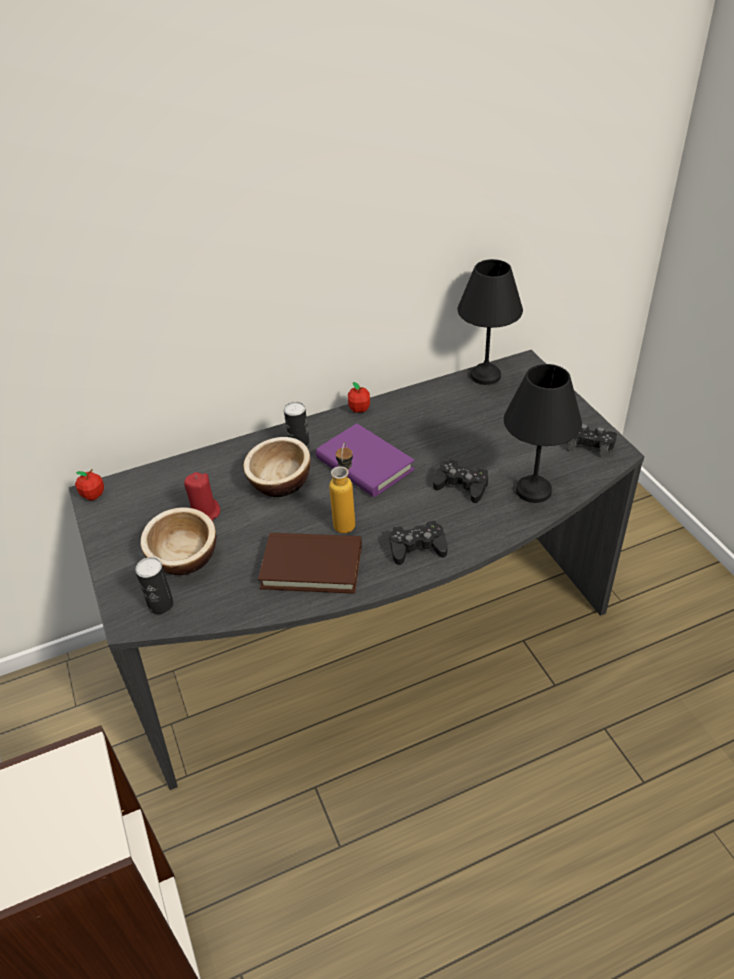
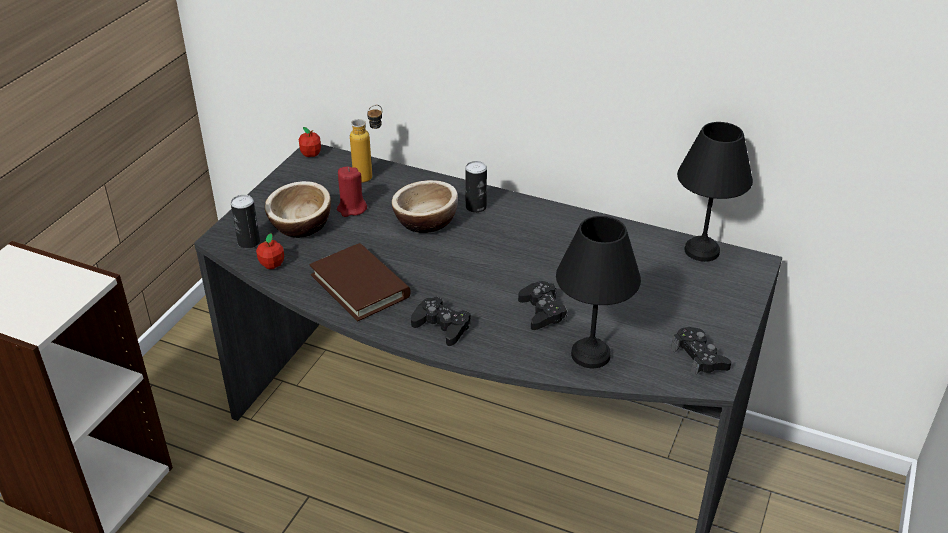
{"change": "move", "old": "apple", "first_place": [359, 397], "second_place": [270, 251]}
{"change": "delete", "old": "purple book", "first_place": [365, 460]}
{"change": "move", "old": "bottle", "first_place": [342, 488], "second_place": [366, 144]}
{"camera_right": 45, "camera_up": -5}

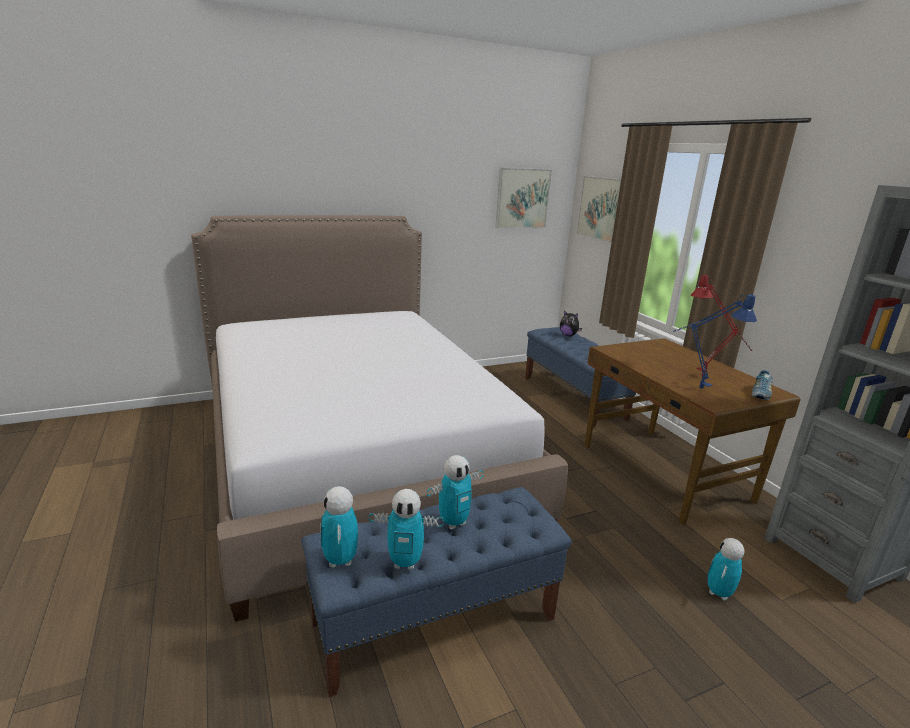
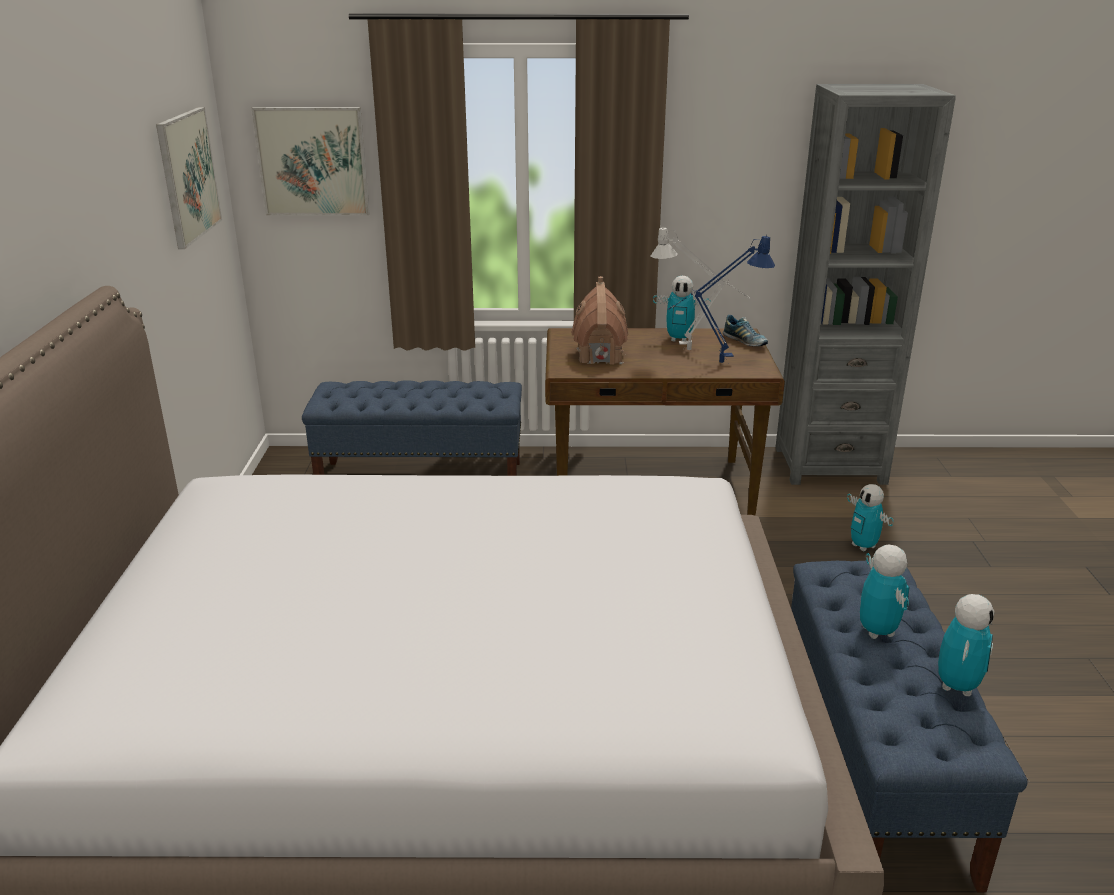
{"change": "recolor", "old": "red table lamp", "new": "grey table lamp", "first_place": [721, 325], "second_place": [700, 289]}
{"change": "delete", "old": "plush toy", "first_place": [571, 323]}
{"change": "move", "old": "toy robot", "first_place": [339, 527], "second_place": [682, 308]}
{"change": "insert", "new": "toy house", "second_place": [600, 320]}
{"camera_right": -65, "camera_up": 5}

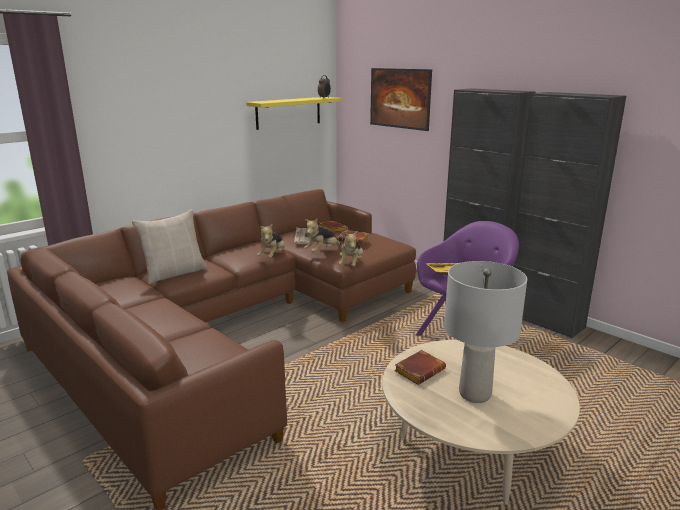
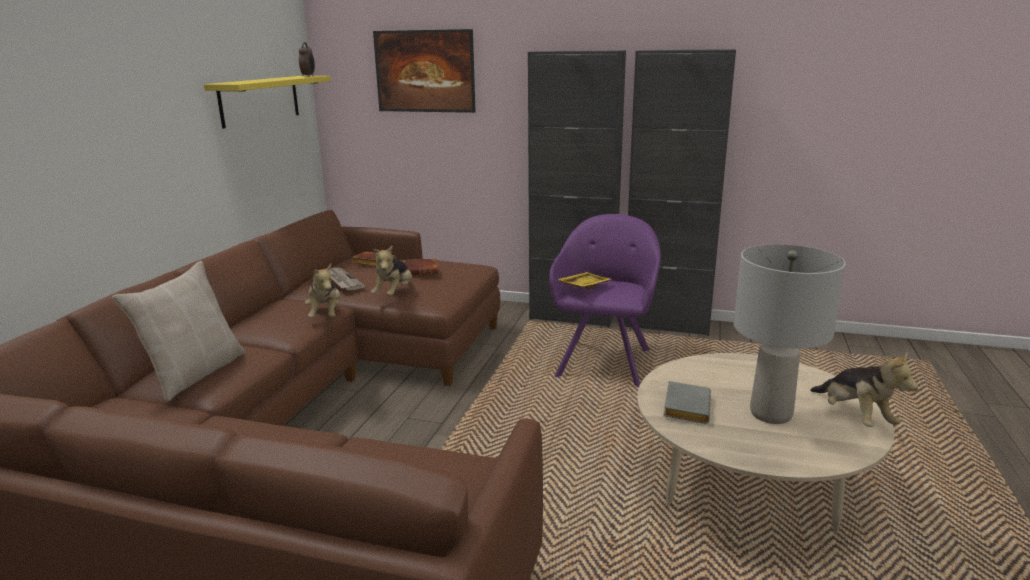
{"change": "move", "old": "plush toy", "first_place": [351, 249], "second_place": [864, 389]}
{"change": "recolor", "old": "brown book", "new": "grey book", "first_place": [420, 367], "second_place": [687, 402]}
{"camera_right": -30, "camera_up": 0}

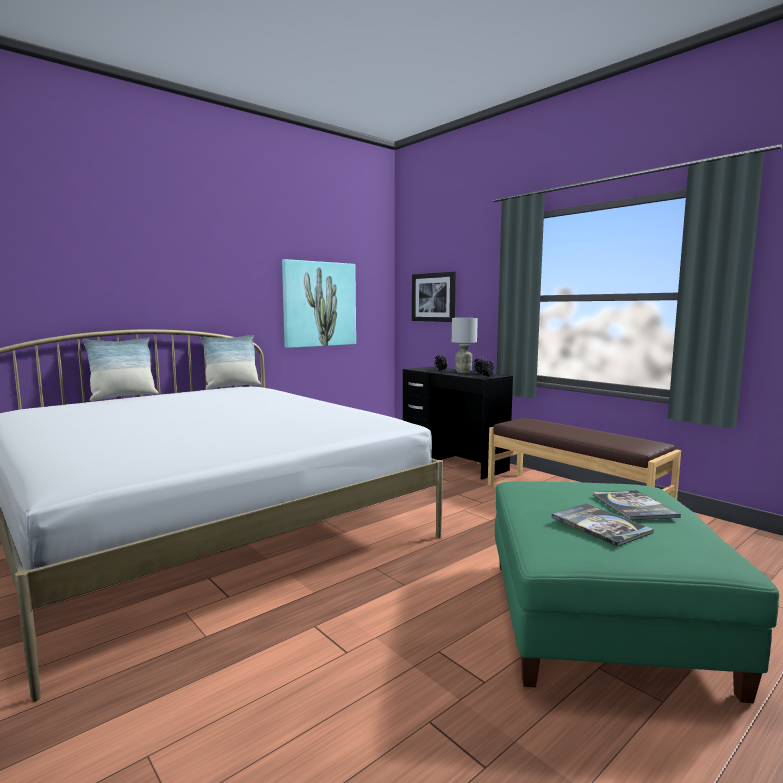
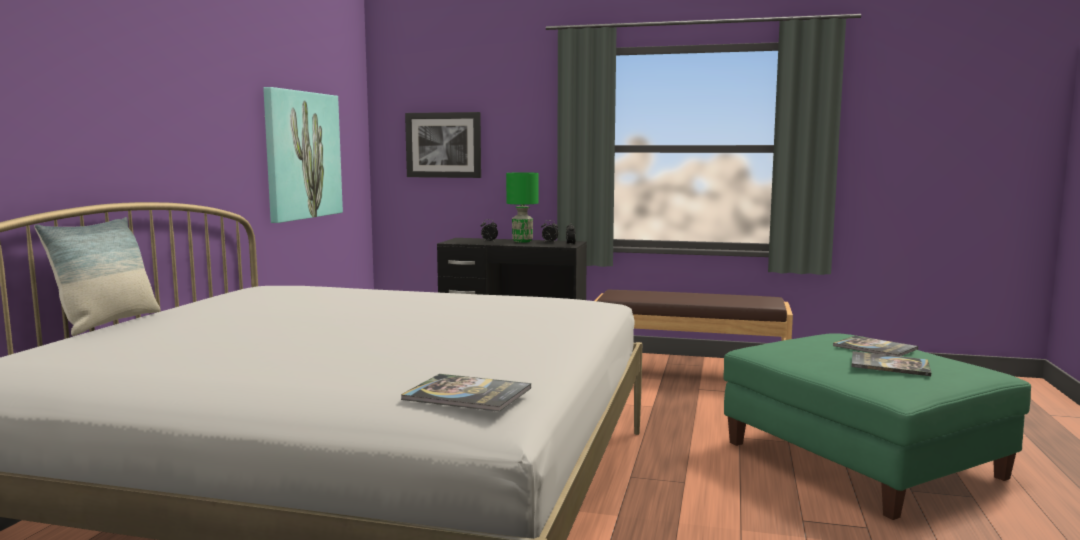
{"change": "recolor", "old": "grey table lamp", "new": "green table lamp", "first_place": [465, 345], "second_place": [522, 207]}
{"change": "delete", "old": "pillow", "first_place": [230, 362]}
{"change": "insert", "new": "book", "second_place": [466, 393]}
{"camera_right": -35, "camera_up": 0}

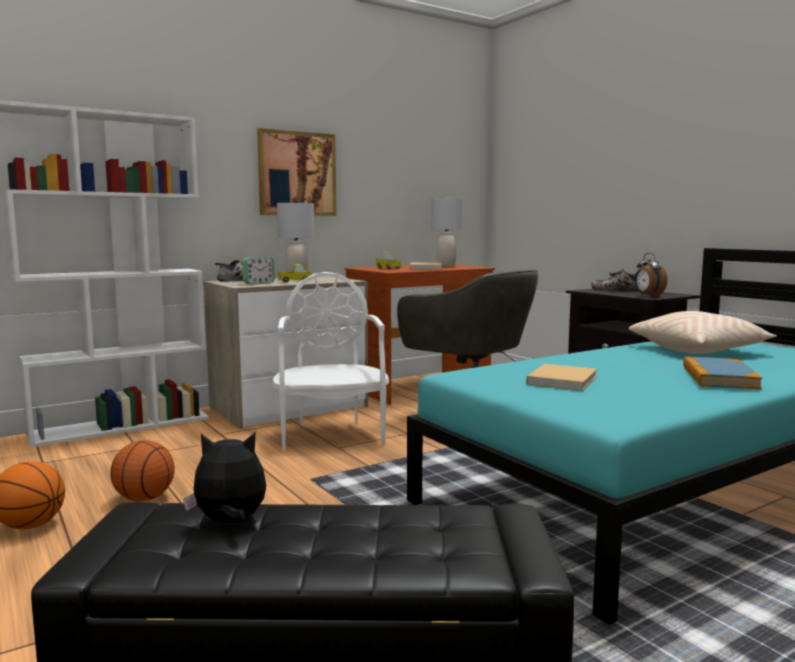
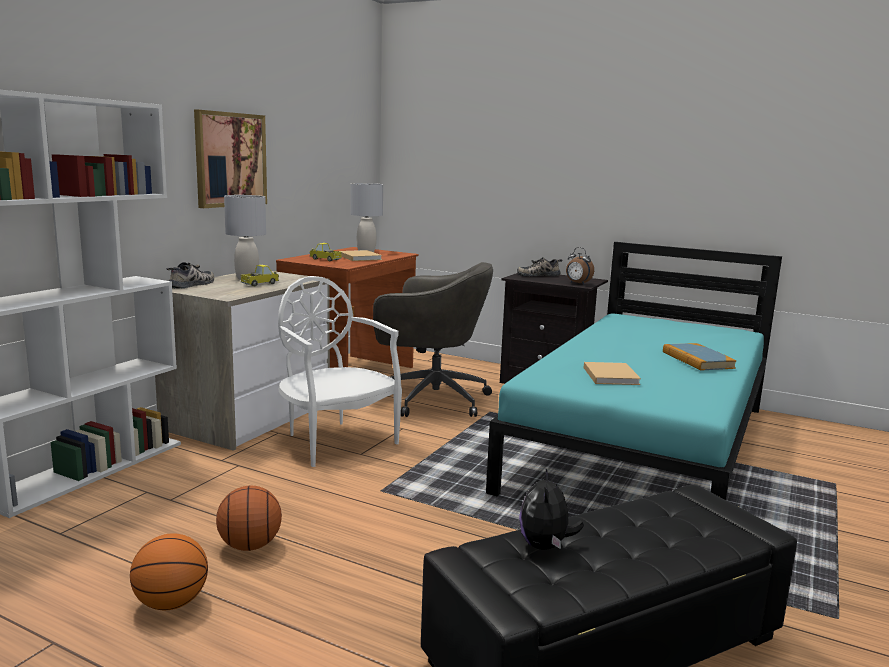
{"change": "delete", "old": "alarm clock", "first_place": [258, 271]}
{"change": "delete", "old": "beige pillow", "first_place": [702, 332]}
{"change": "rotate", "old": "plush toy", "first_place": [224, 477], "second_place": [551, 509], "degrees": -45}
{"camera_right": -30, "camera_up": 5}

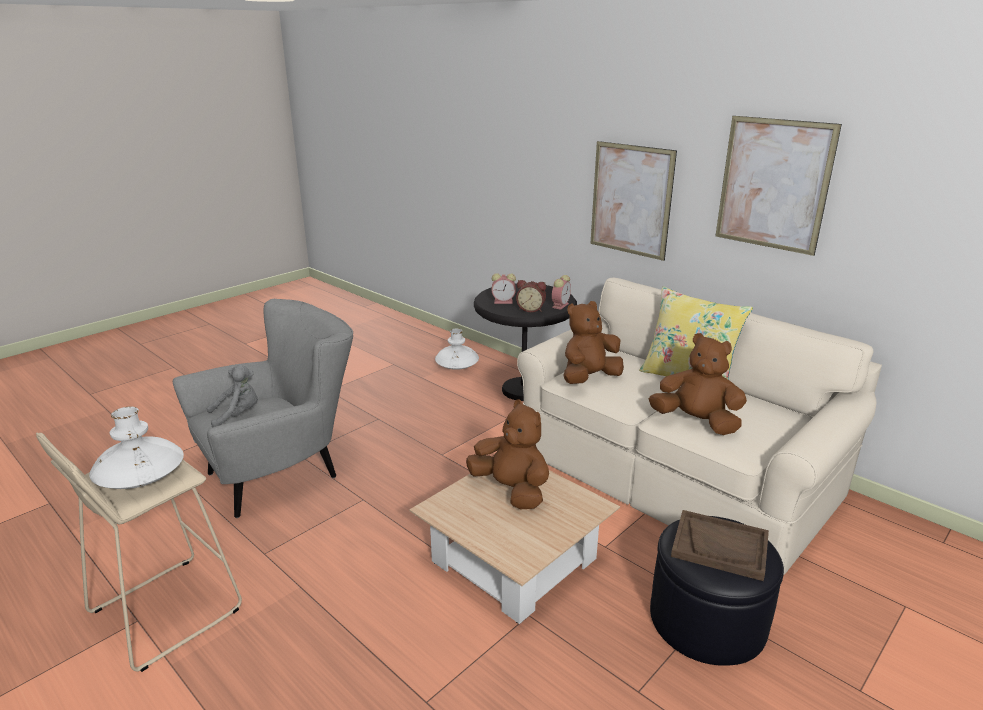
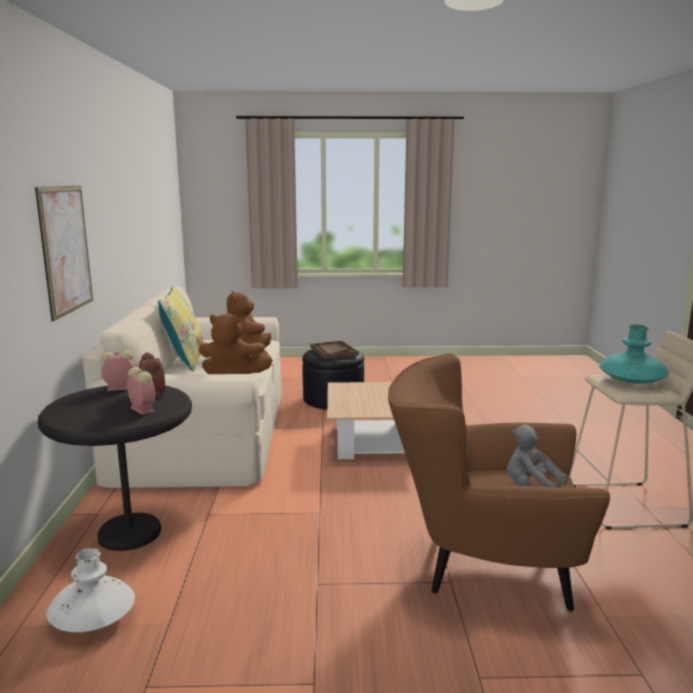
{"change": "delete", "old": "picture", "first_place": [779, 186]}
{"change": "recolor", "old": "grey armchair", "new": "brown armchair", "first_place": [263, 408], "second_place": [499, 482]}
{"change": "delete", "old": "brown plush toy", "first_place": [507, 454]}
{"change": "recolor", "old": "white vase", "new": "turquoise vase", "first_place": [136, 447], "second_place": [634, 354]}
{"camera_right": -135, "camera_up": -10}

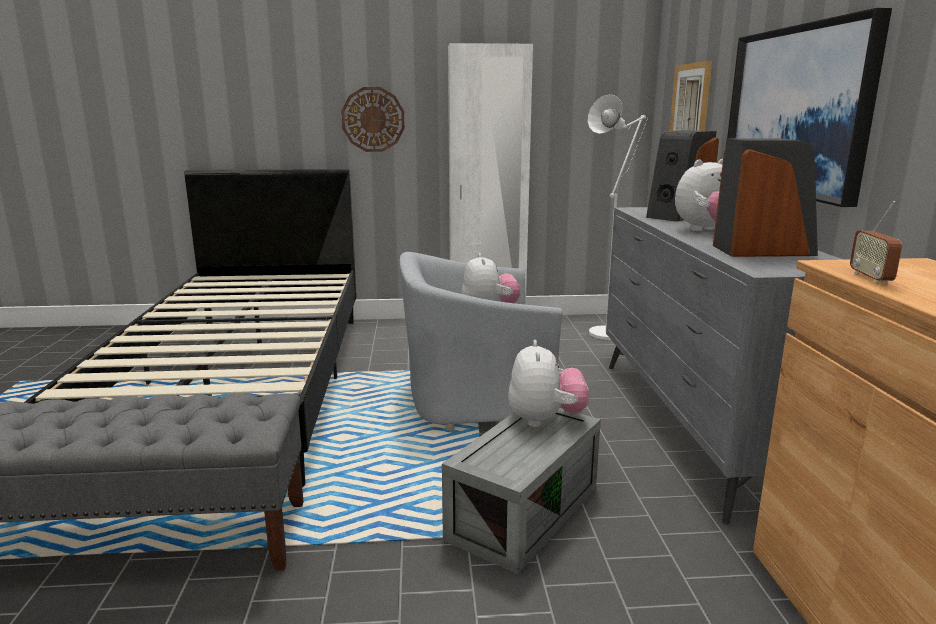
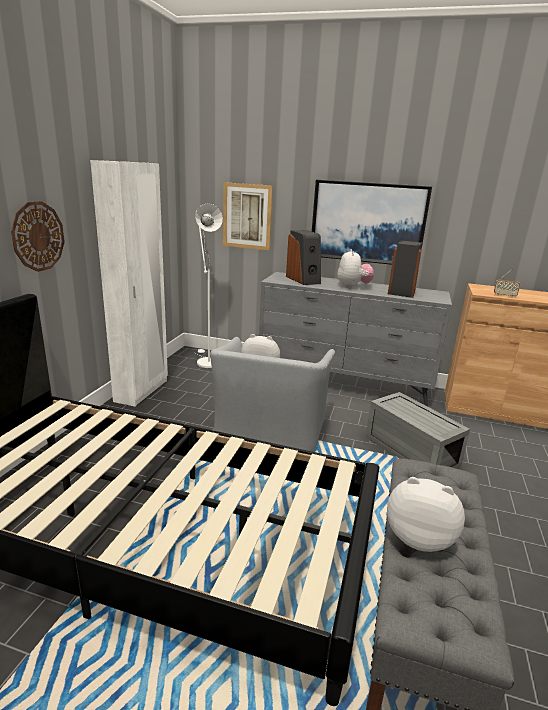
{"change": "move", "old": "plush toy", "first_place": [548, 383], "second_place": [426, 514]}
{"camera_right": -70, "camera_up": 5}

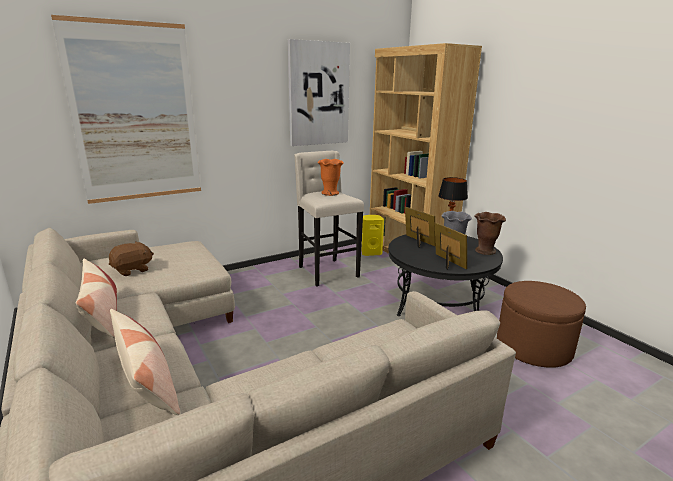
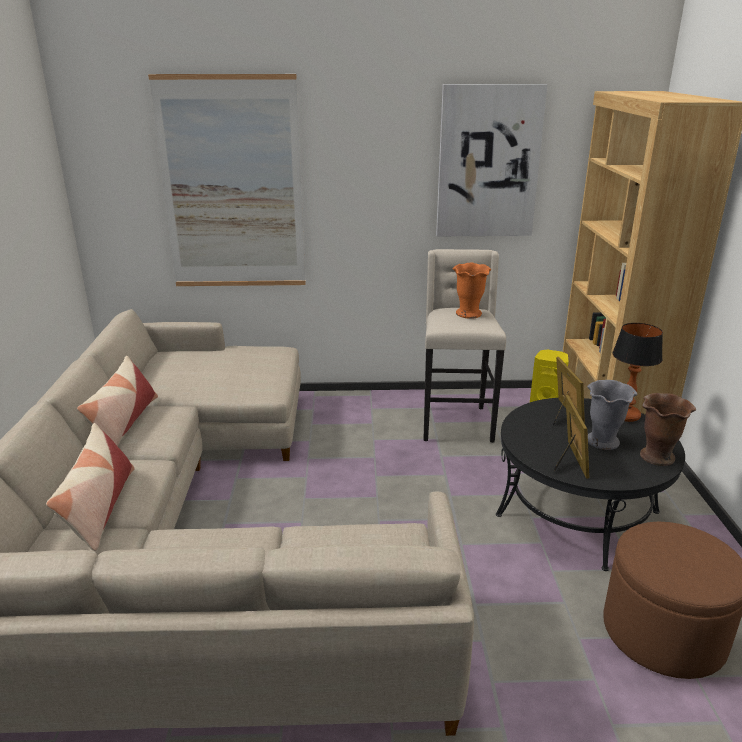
{"change": "delete", "old": "brown plush toy", "first_place": [131, 259]}
{"camera_right": 30, "camera_up": 5}

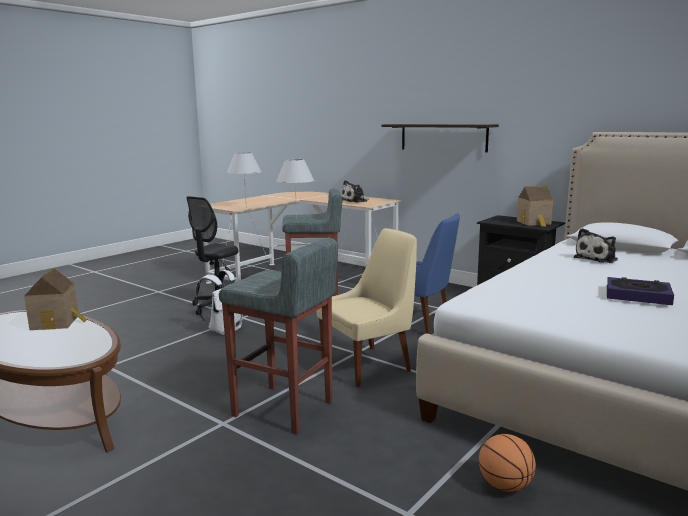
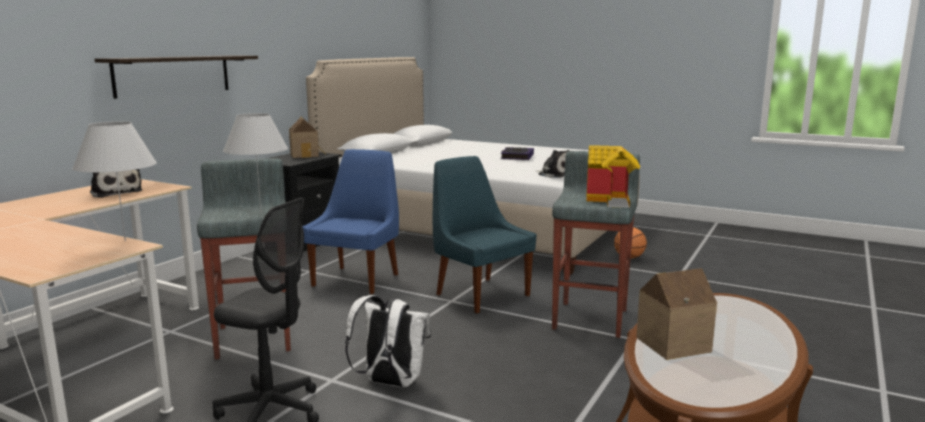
{"change": "recolor", "old": "beige chair", "new": "blue chair", "first_place": [366, 307], "second_place": [484, 234]}
{"change": "move", "old": "plush toy", "first_place": [596, 245], "second_place": [553, 164]}
{"change": "insert", "new": "toy house", "second_place": [613, 176]}
{"camera_right": -100, "camera_up": 0}

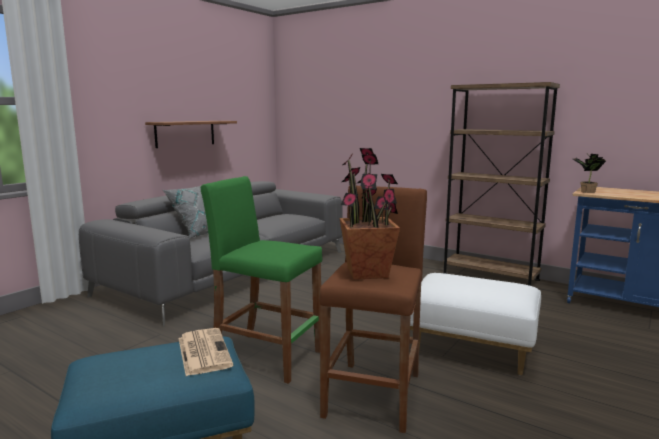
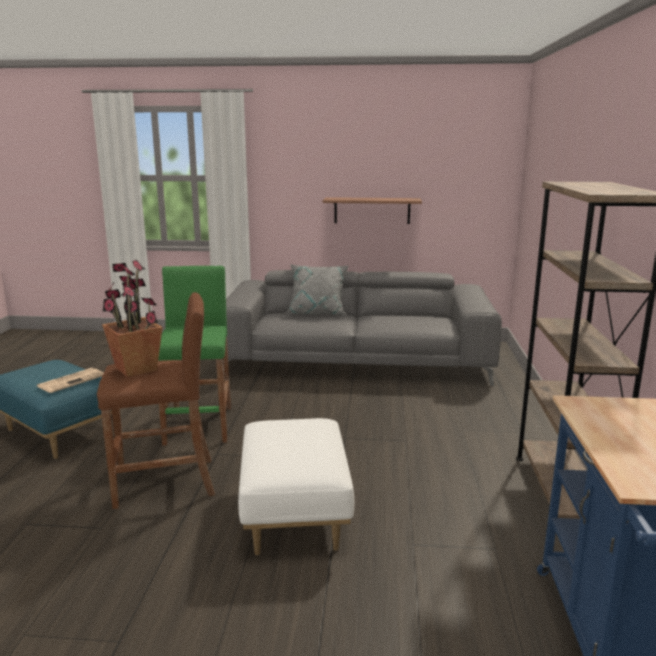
{"change": "delete", "old": "potted plant", "first_place": [589, 173]}
{"camera_right": 60, "camera_up": 5}

